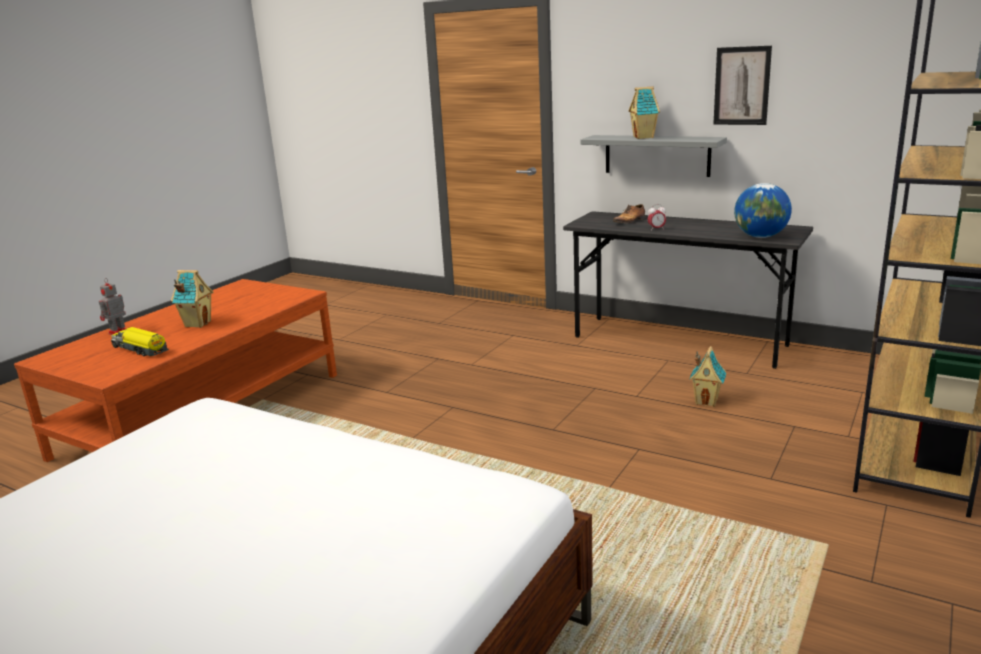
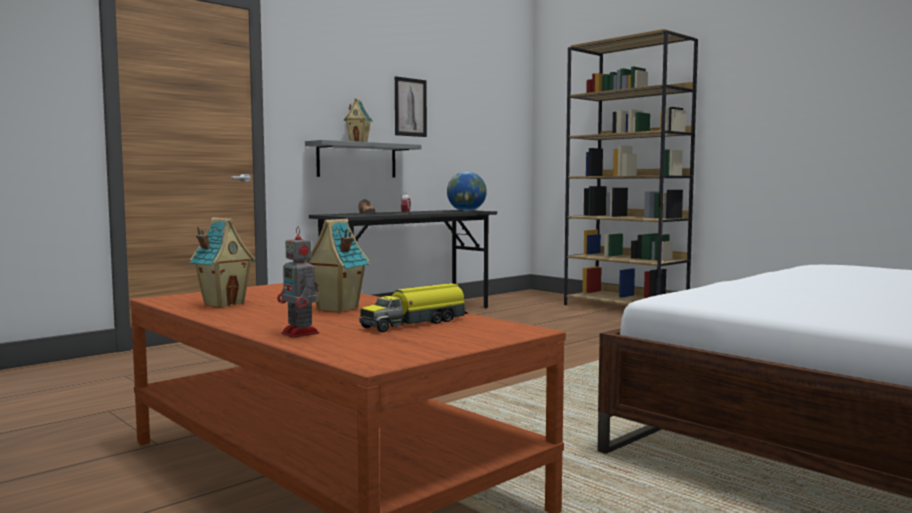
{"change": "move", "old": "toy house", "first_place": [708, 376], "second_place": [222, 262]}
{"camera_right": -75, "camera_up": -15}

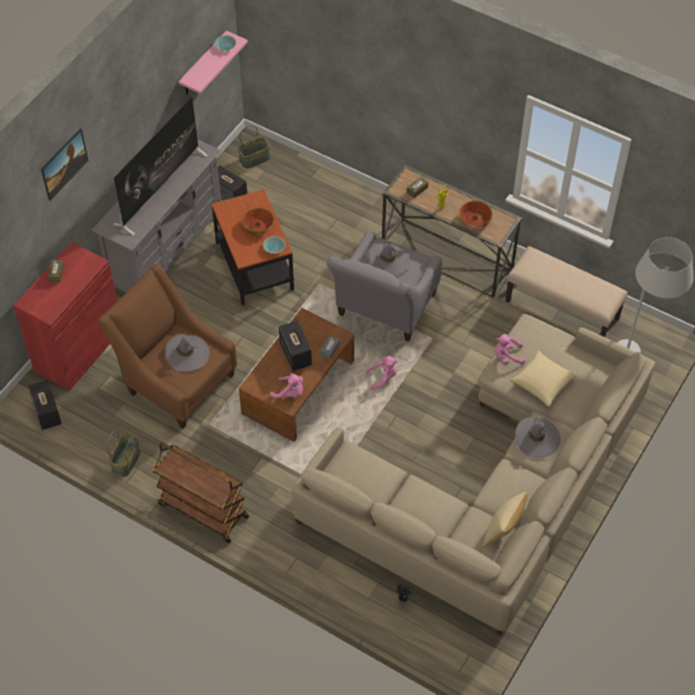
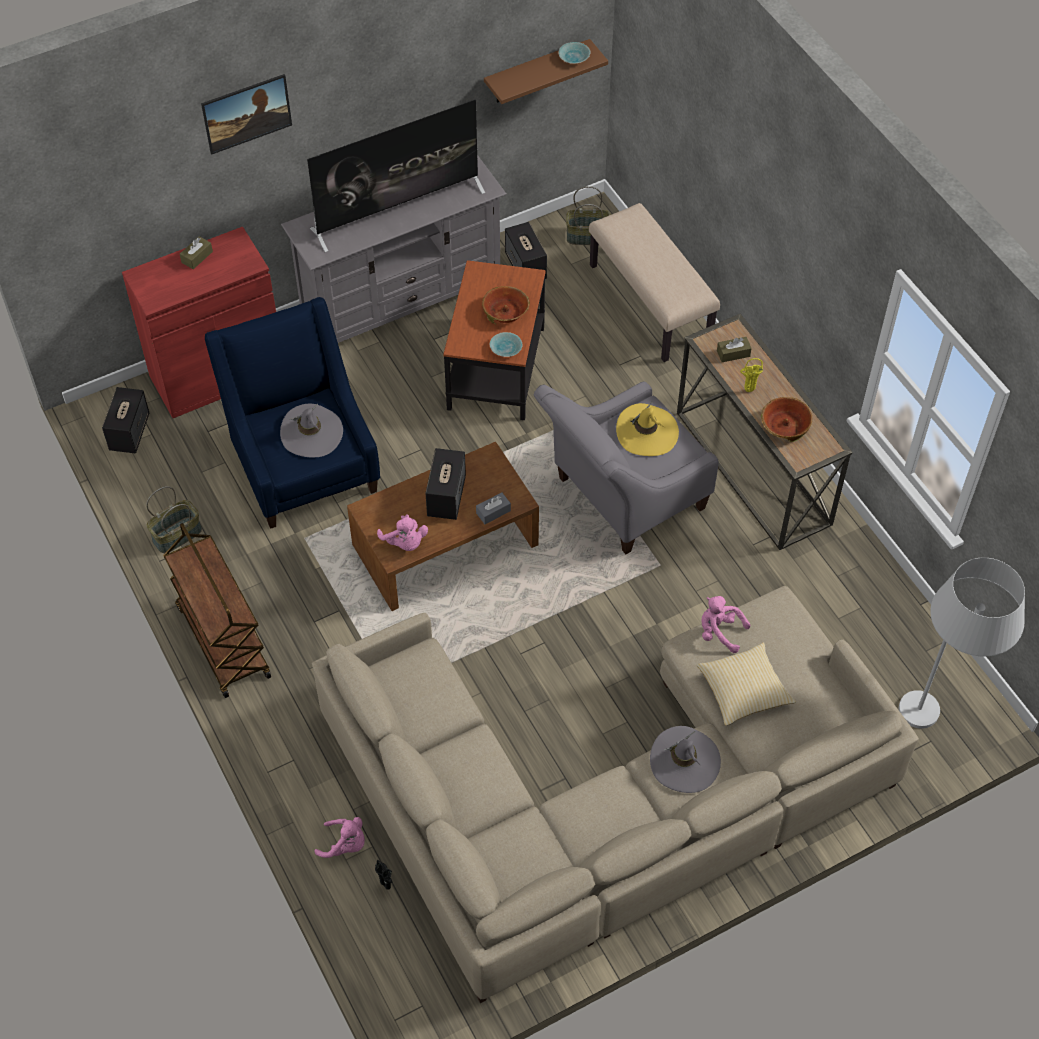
{"change": "recolor", "old": "pink shelf", "new": "brown shelf", "first_place": [213, 62], "second_place": [546, 71]}
{"change": "recolor", "old": "grey hat", "new": "yellow hat", "first_place": [389, 258], "second_place": [647, 429]}
{"change": "move", "old": "beige bench", "first_place": [566, 291], "second_place": [654, 282]}
{"change": "recolor", "old": "brown armchair", "new": "blue armchair", "first_place": [167, 346], "second_place": [292, 413]}
{"change": "move", "old": "pink plush toy", "first_place": [382, 373], "second_place": [339, 837]}
{"change": "delete", "old": "pillow", "first_place": [505, 519]}
{"camera_right": 30, "camera_up": 0}

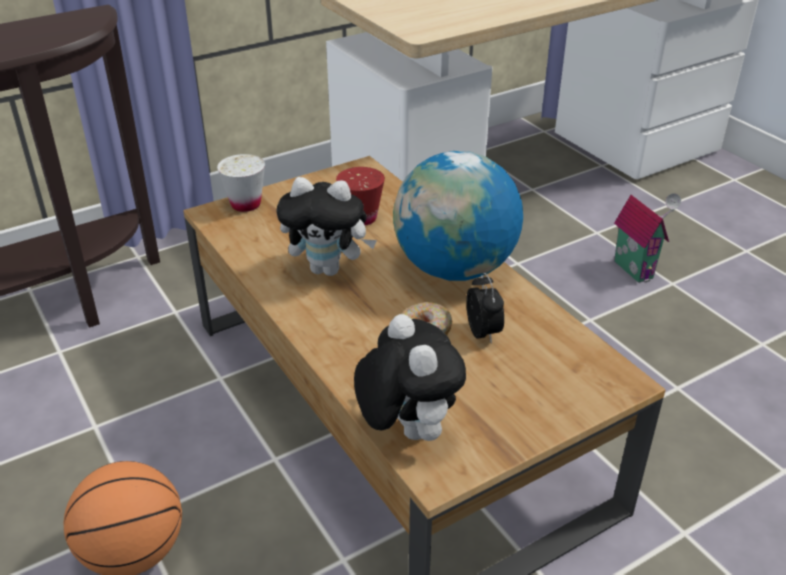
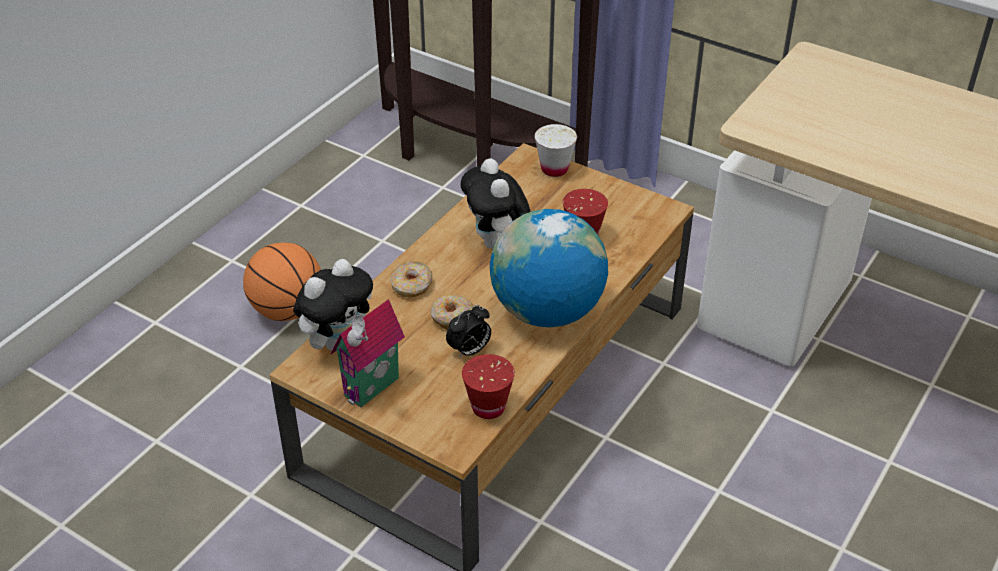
{"change": "move", "old": "toy house", "first_place": [647, 238], "second_place": [367, 353]}
{"change": "insert", "new": "donut", "second_place": [411, 279]}
{"change": "insert", "new": "red cup", "second_place": [488, 386]}
{"camera_right": 65, "camera_up": 5}

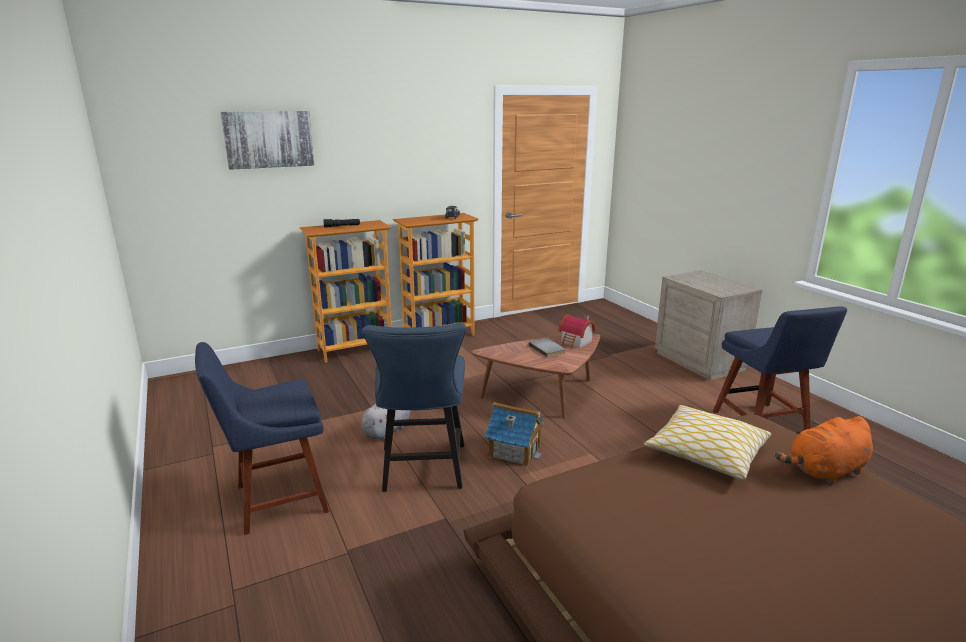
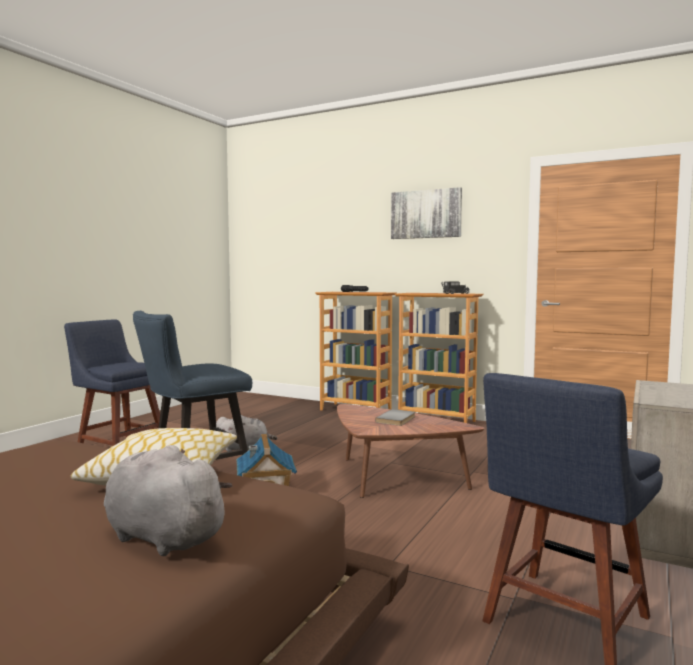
{"change": "move", "old": "picture", "first_place": [267, 140], "second_place": [426, 213]}
{"change": "delete", "old": "toy house", "first_place": [577, 332]}
{"change": "recolor", "old": "orange plush toy", "new": "grey plush toy", "first_place": [824, 450], "second_place": [168, 500]}
{"camera_right": 55, "camera_up": -15}

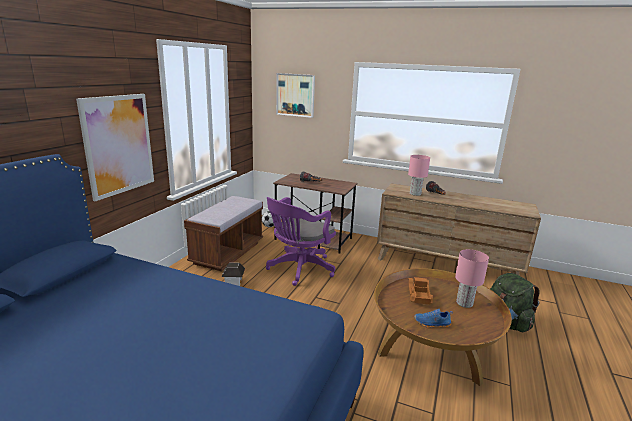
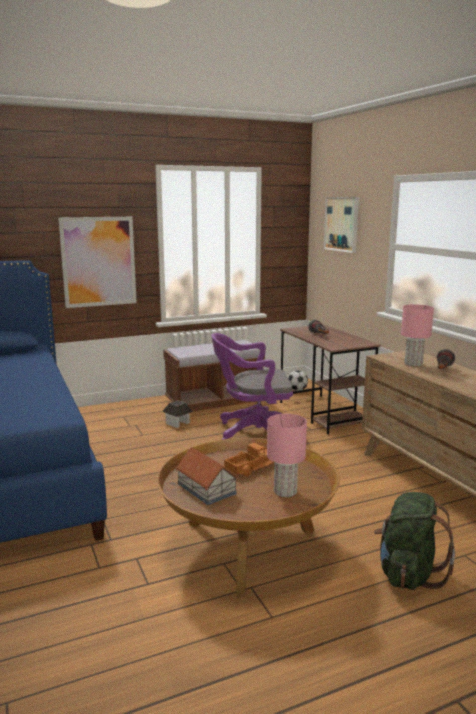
{"change": "replace", "old": "blue shoe", "new": "toy house", "first_place": [433, 318], "second_place": [207, 476]}
{"camera_right": 45, "camera_up": -5}

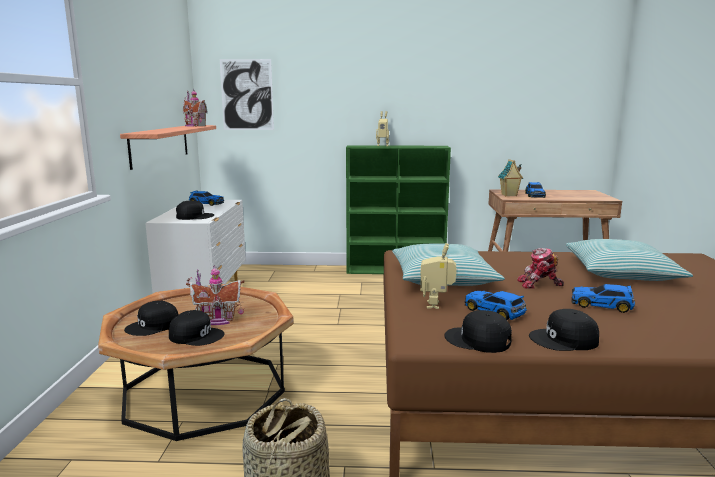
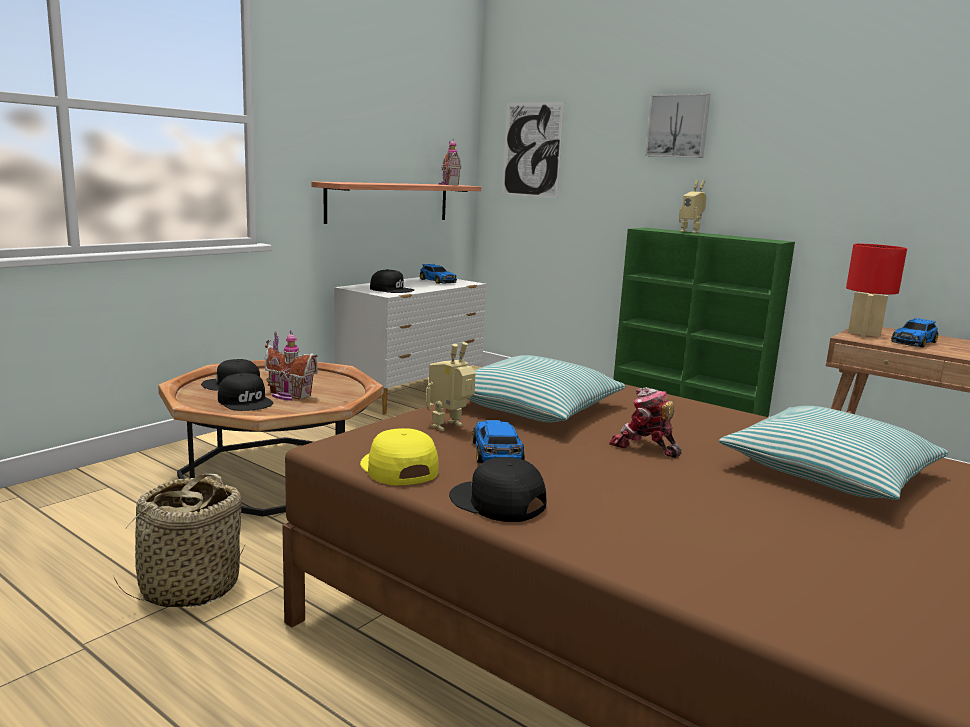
{"change": "replace", "old": "toy house", "new": "red table lamp", "first_place": [510, 178], "second_place": [876, 290]}
{"change": "delete", "old": "toy car", "first_place": [603, 298]}
{"change": "recolor", "old": "black cap", "new": "yellow cap", "first_place": [478, 331], "second_place": [399, 456]}
{"change": "insert", "new": "picture", "second_place": [678, 126]}
{"camera_right": 35, "camera_up": 0}

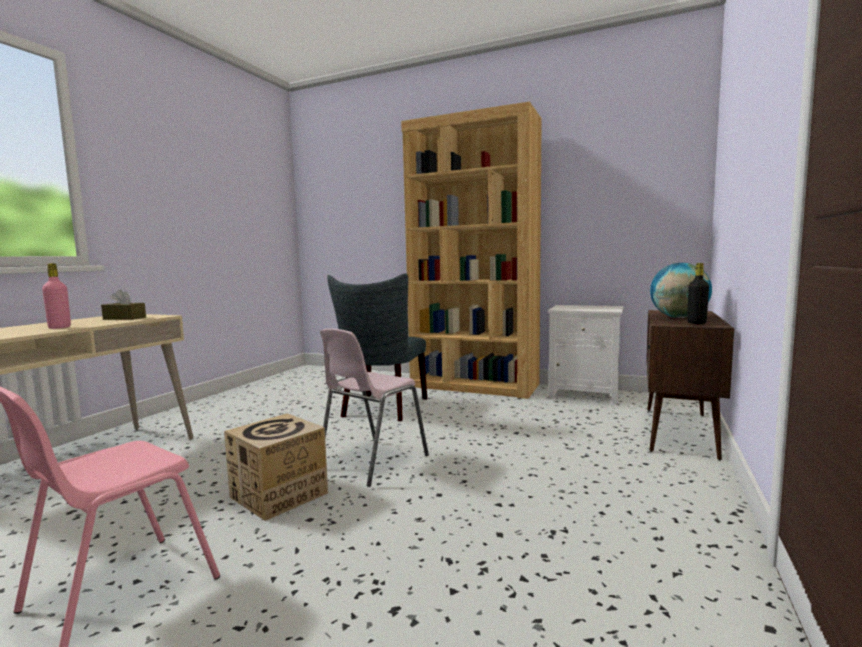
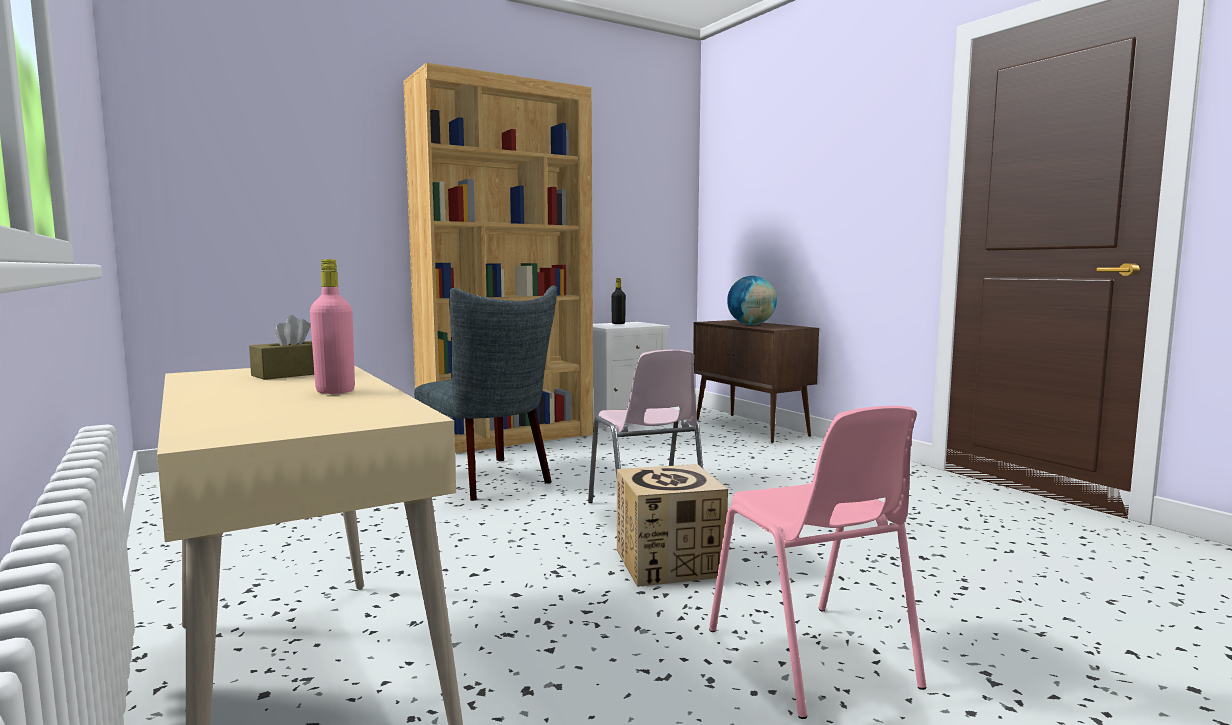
{"change": "move", "old": "black bottle", "first_place": [698, 293], "second_place": [618, 301]}
{"camera_right": -55, "camera_up": 0}

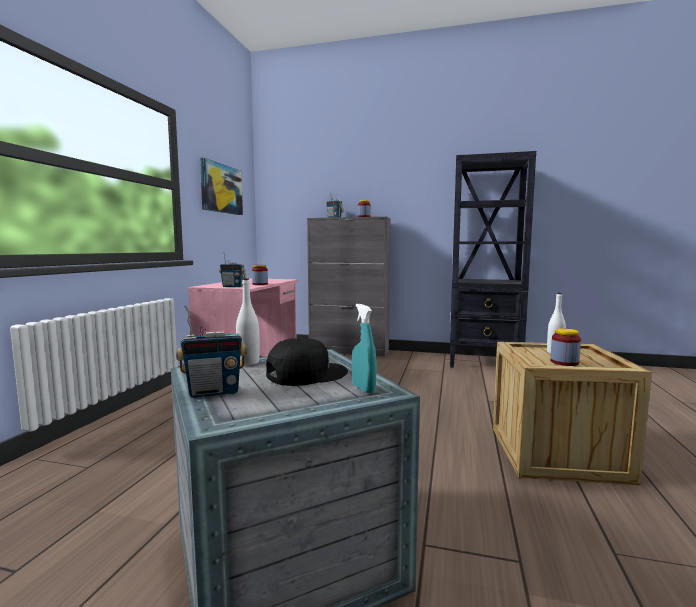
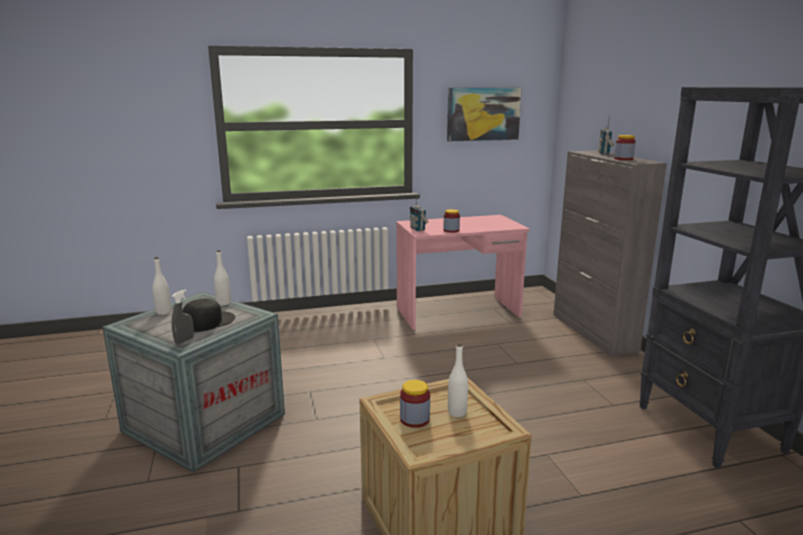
{"change": "recolor", "old": "turquoise spray bottle", "new": "grey spray bottle", "first_place": [364, 348], "second_place": [183, 316]}
{"change": "replace", "old": "radio", "new": "white bottle", "first_place": [211, 351], "second_place": [161, 286]}
{"change": "rotate", "old": "black cap", "first_place": [307, 362], "second_place": [208, 315], "degrees": -75}
{"camera_right": 60, "camera_up": 10}

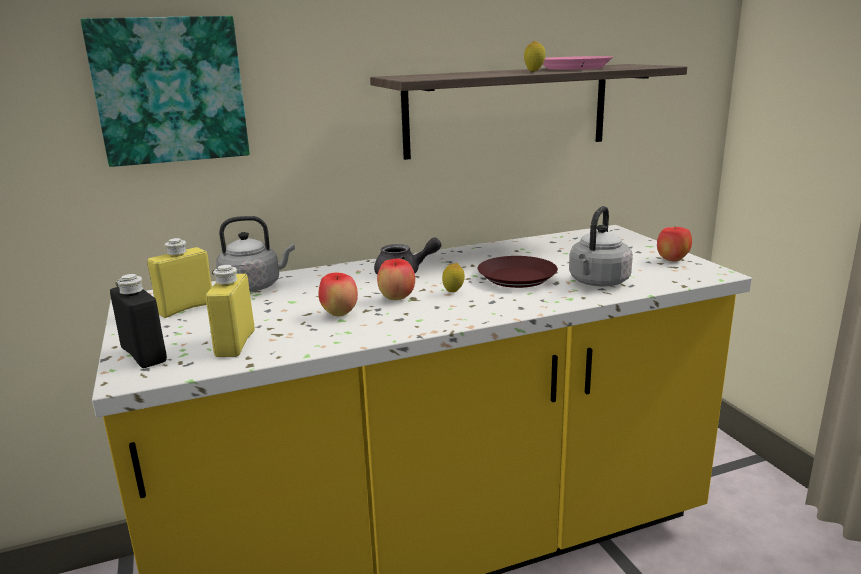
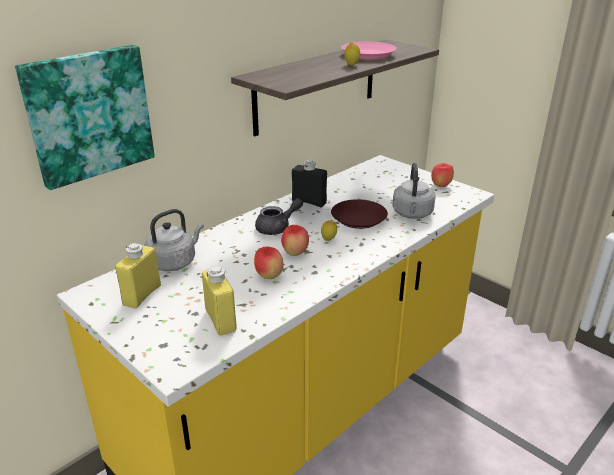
{"change": "move", "old": "black bottle", "first_place": [138, 321], "second_place": [309, 183]}
{"camera_right": -25, "camera_up": 10}

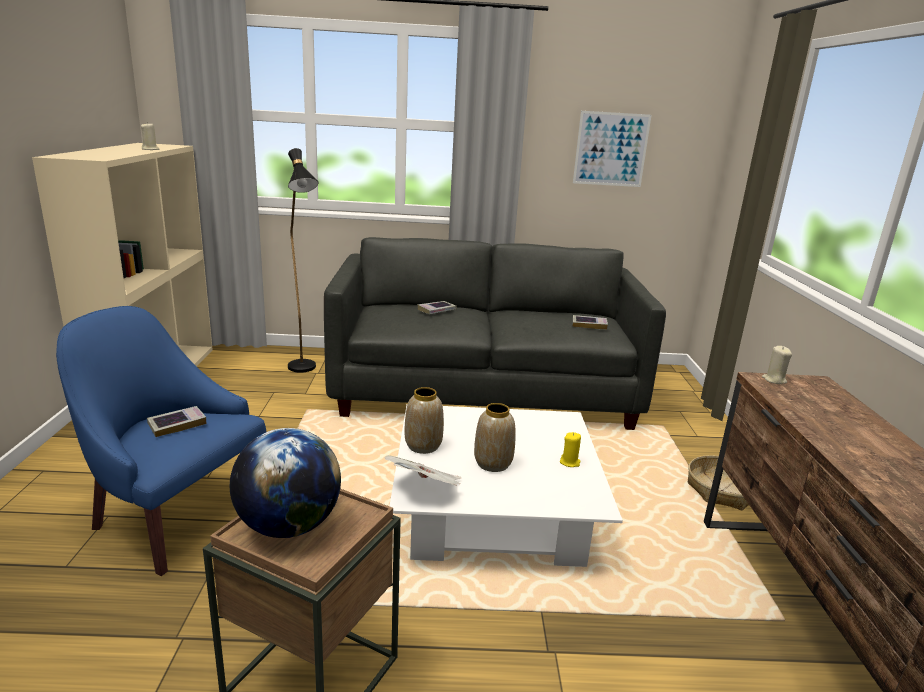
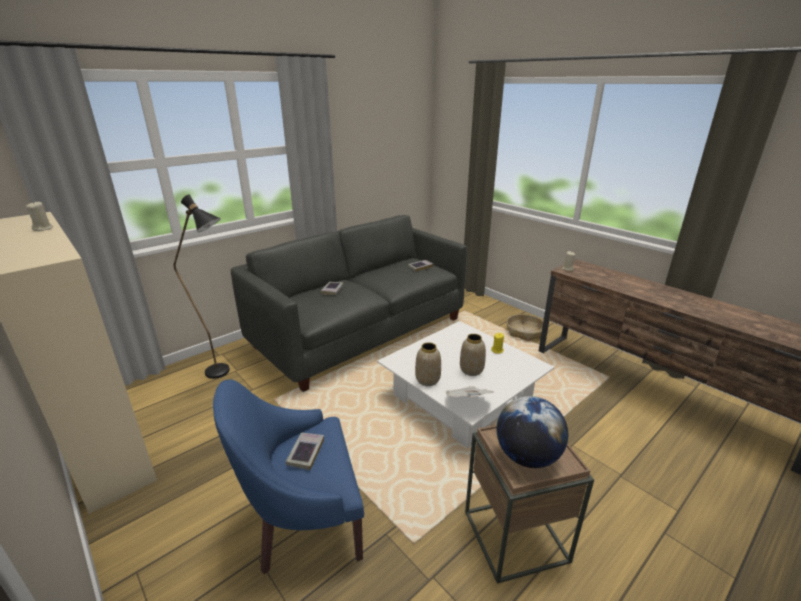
{"change": "delete", "old": "picture", "first_place": [612, 149]}
{"camera_right": -40, "camera_up": 5}

